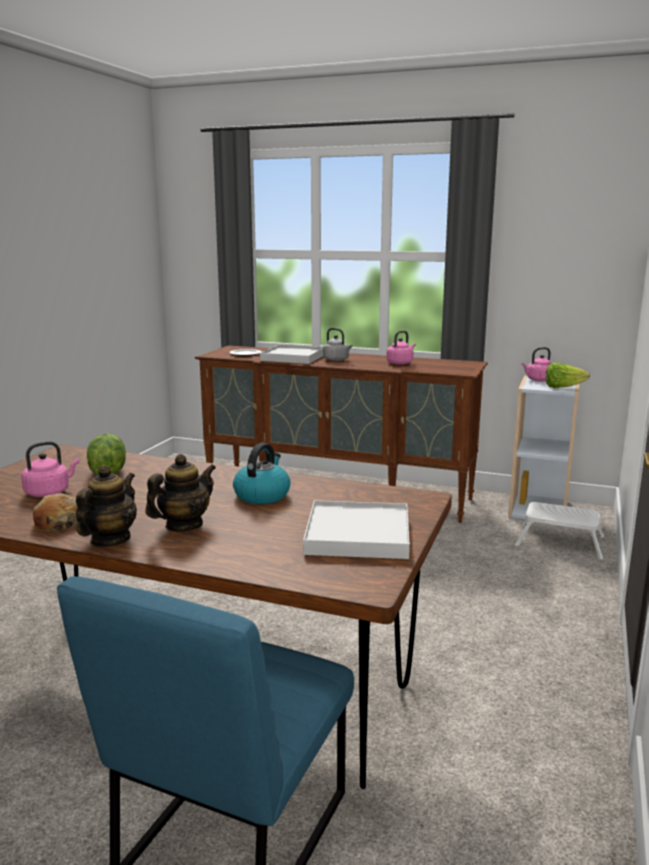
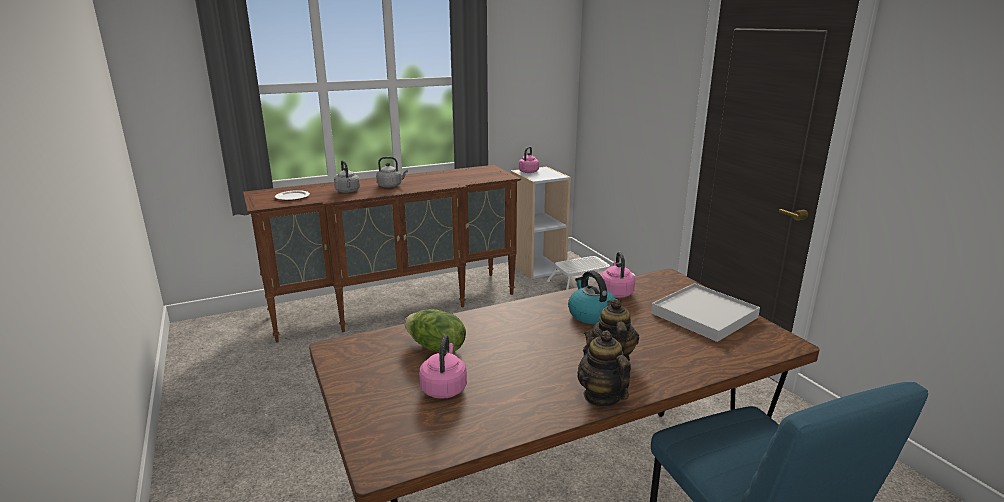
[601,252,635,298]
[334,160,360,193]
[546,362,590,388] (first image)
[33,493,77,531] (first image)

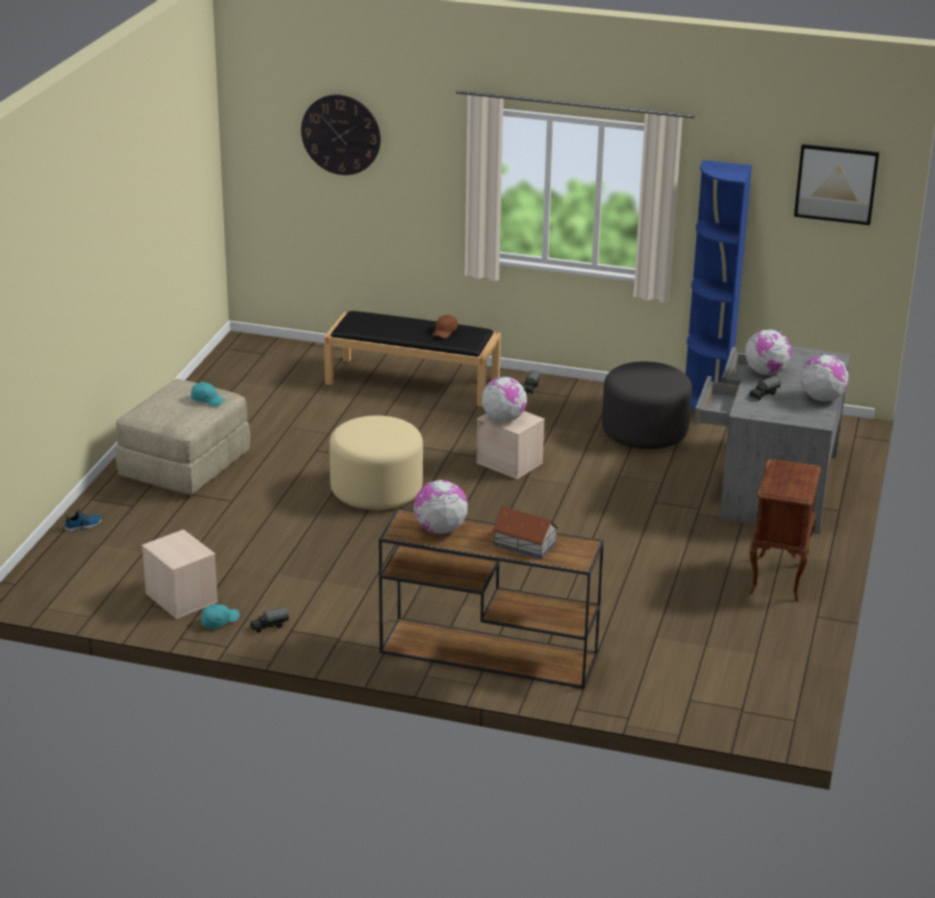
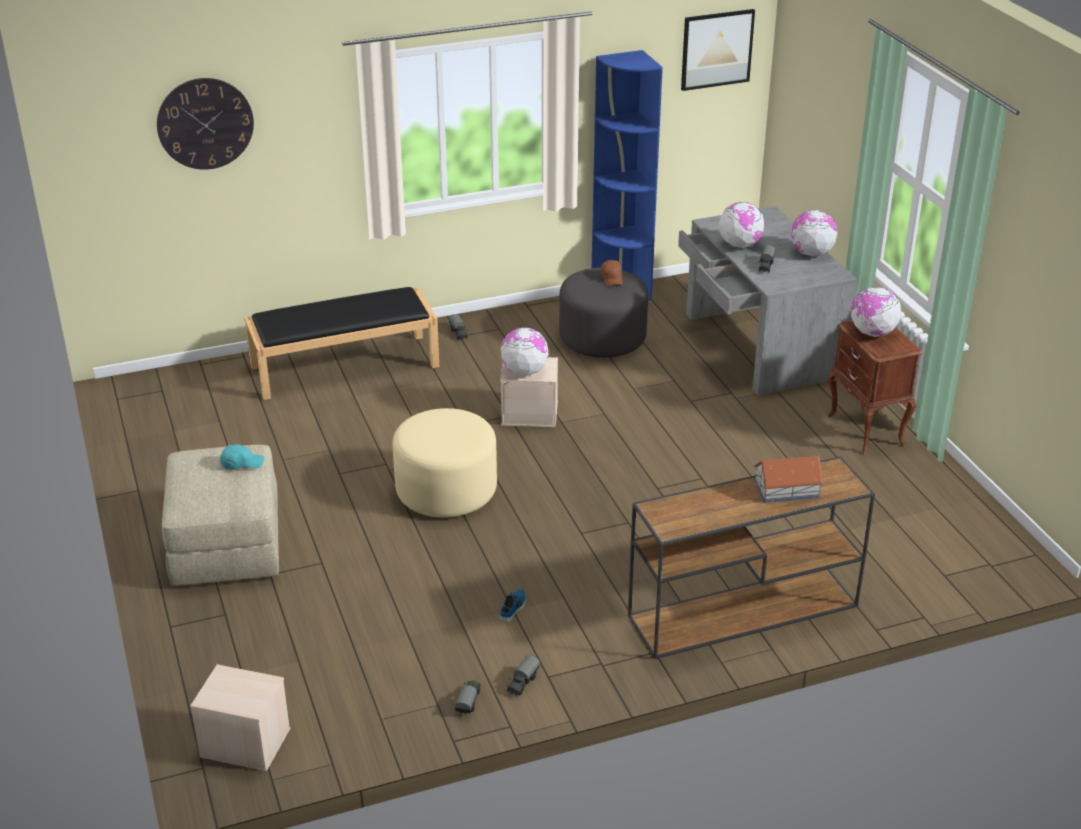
[601,260,623,286]
[851,287,902,337]
[499,589,526,622]
[190,664,290,771]
[455,680,481,714]

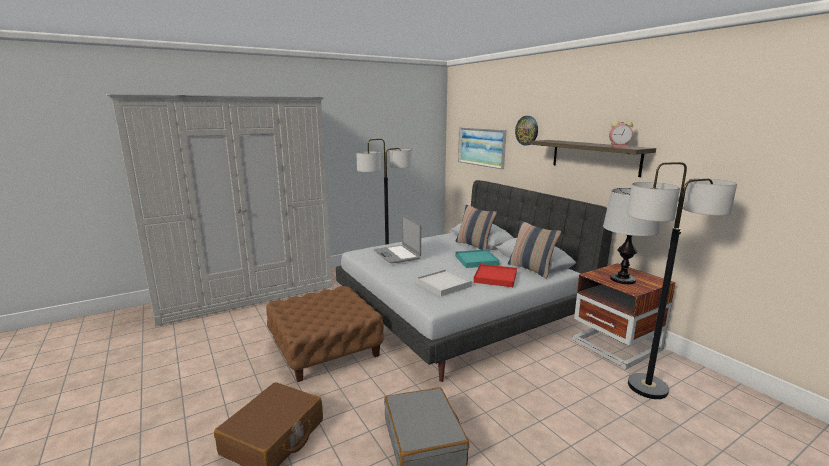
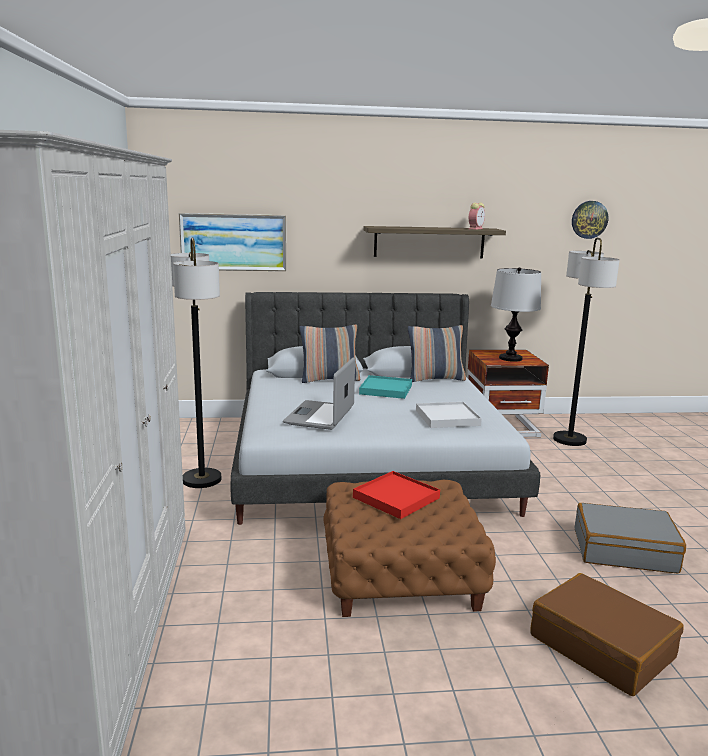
[572,201,609,239]
[283,358,355,430]
[353,471,440,519]

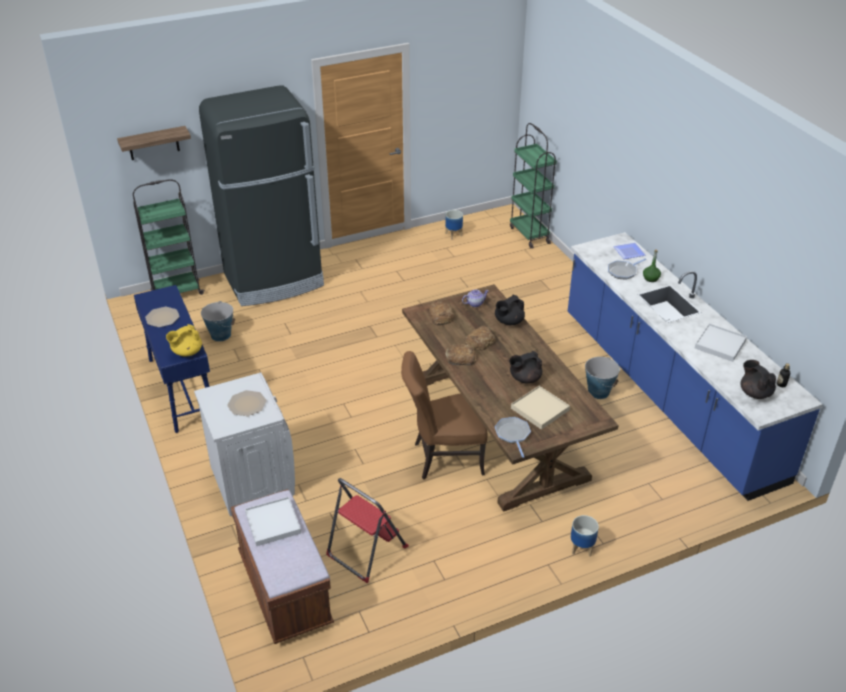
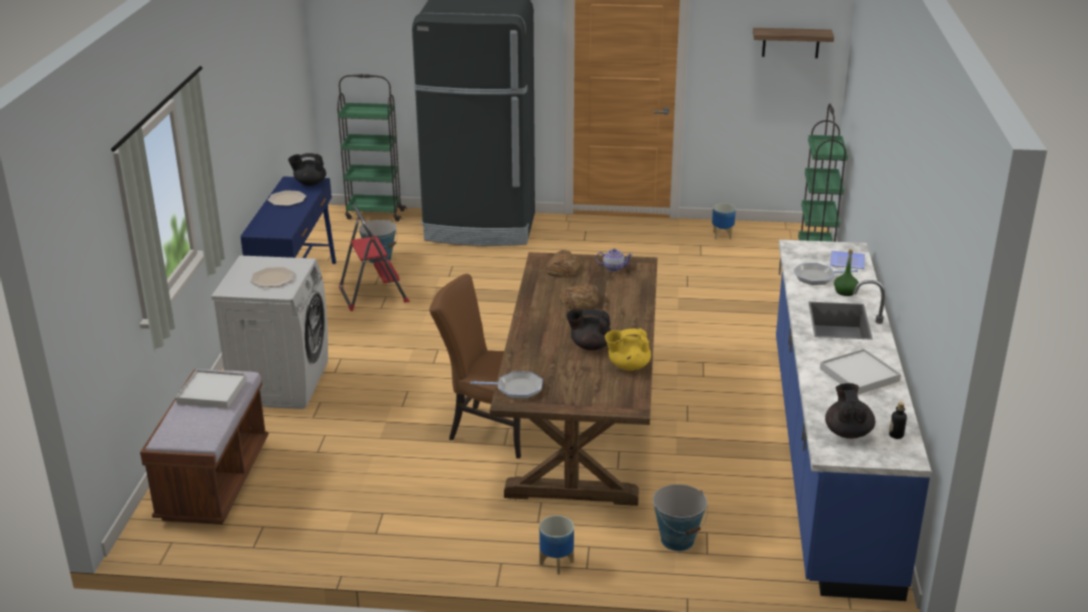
[753,28,834,58]
[288,153,326,186]
[605,328,651,371]
[445,344,477,365] (first image)
[653,484,708,551]
[511,386,570,430] (first image)
[470,371,543,399]
[339,205,410,311]

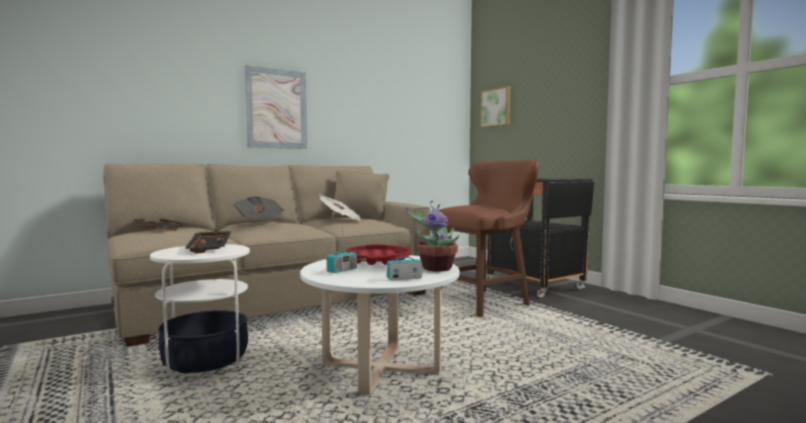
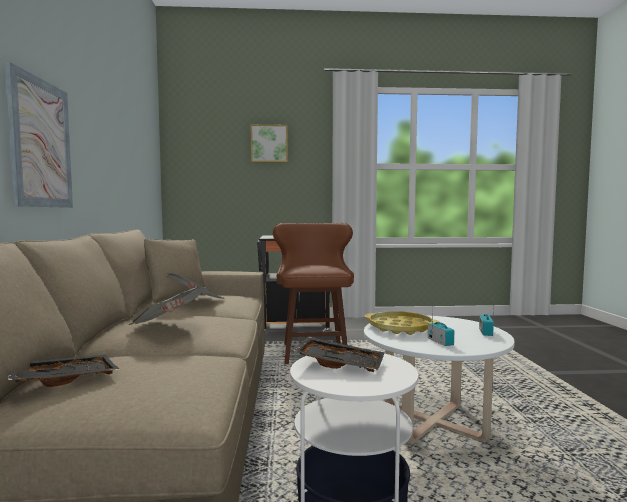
[250,124,288,163]
[405,201,460,272] (first image)
[364,311,440,335]

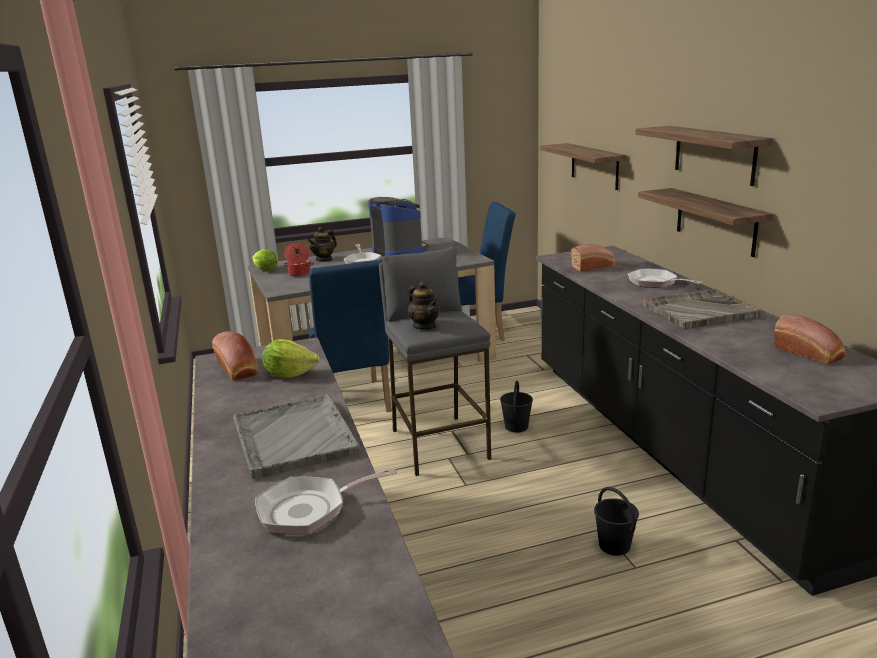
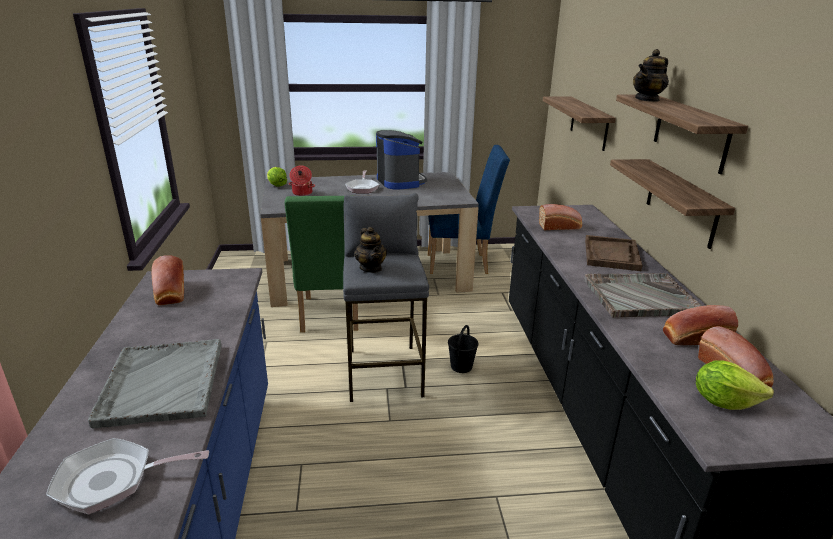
[633,49,669,102]
[285,195,358,332]
[585,235,643,271]
[696,360,774,410]
[594,487,639,556] (first image)
[663,305,738,345]

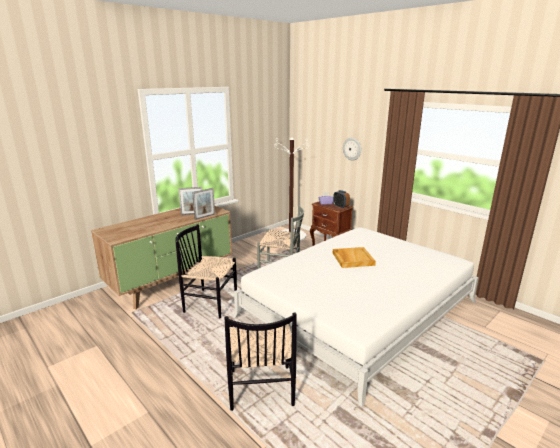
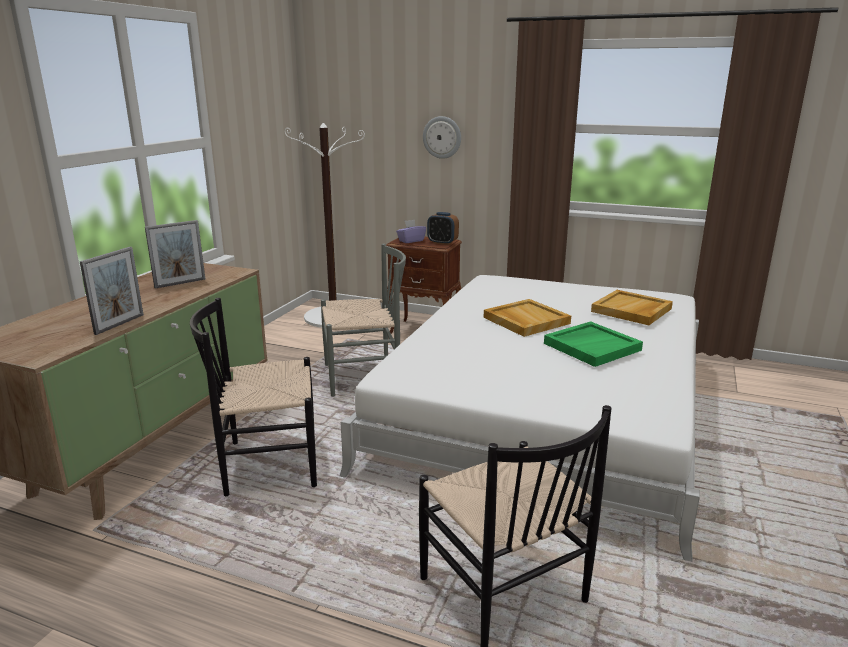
[80,247,144,335]
[591,290,673,325]
[544,321,643,367]

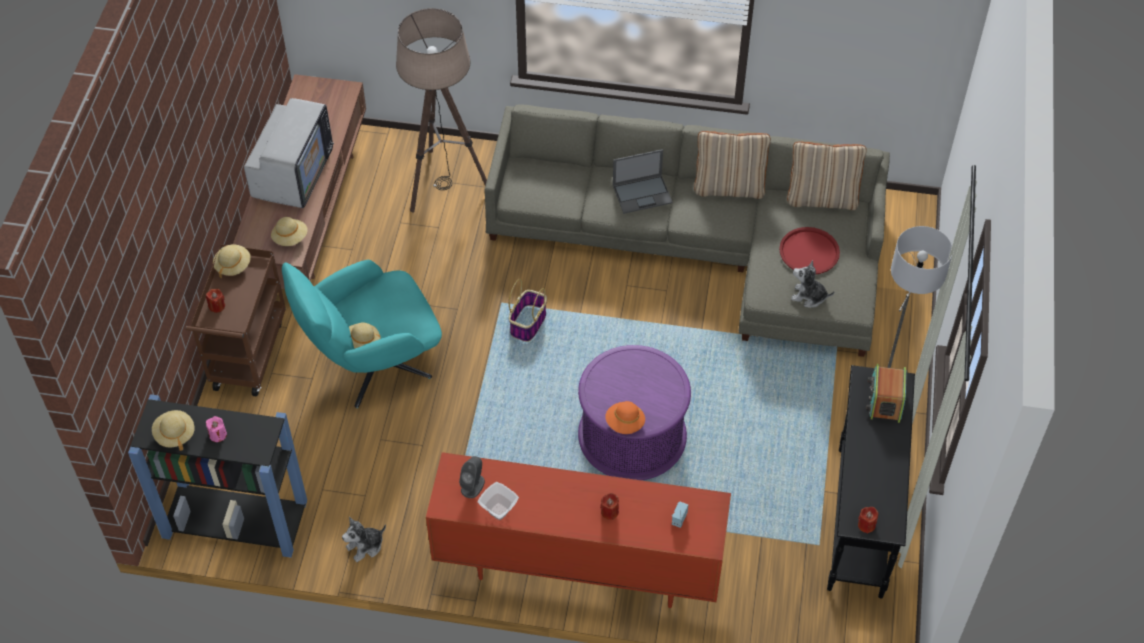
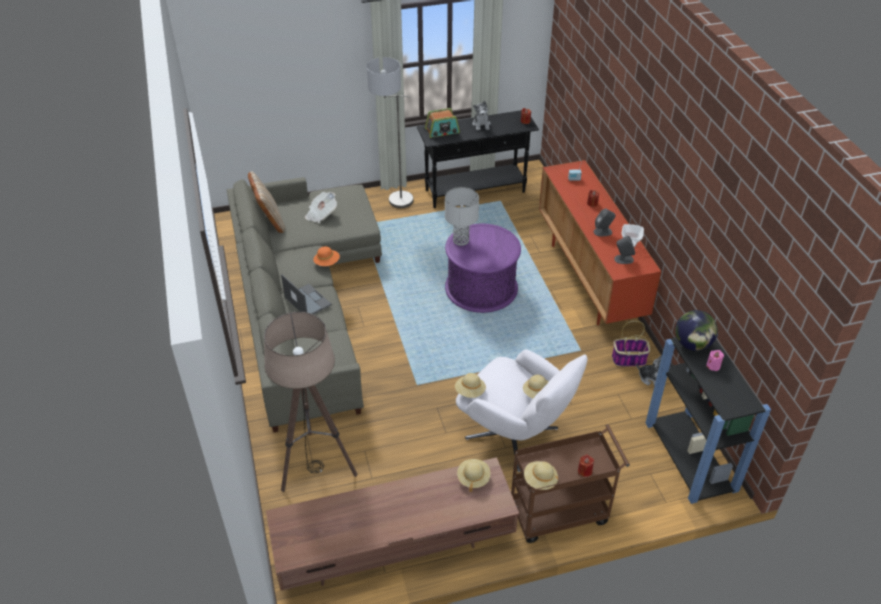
[244,98,334,208] (first image)
[694,131,771,199] (first image)
[305,192,337,223]
[456,349,588,472]
[472,101,491,131]
[612,321,650,367]
[313,246,340,266]
[455,373,486,398]
[445,187,479,246]
[594,209,616,236]
[675,310,718,351]

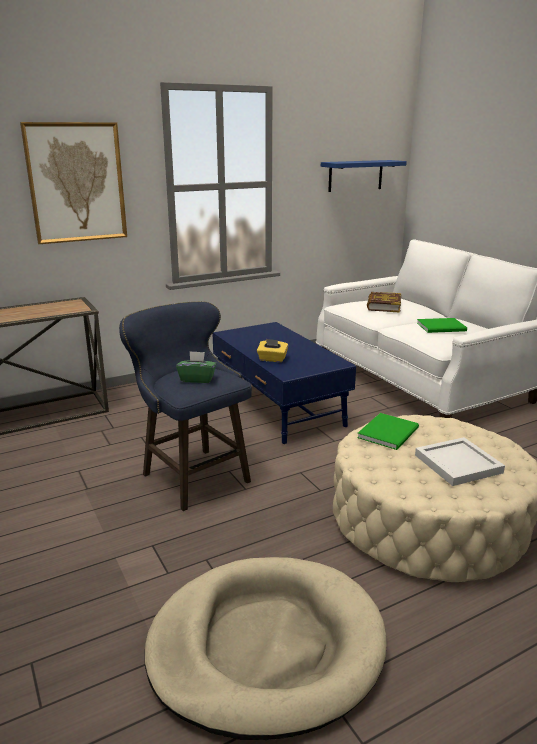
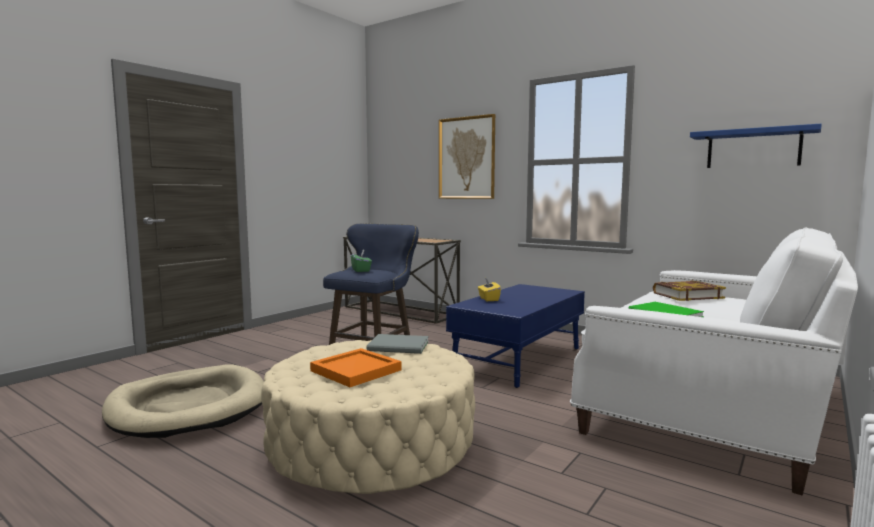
[367,334,429,354]
[310,348,402,387]

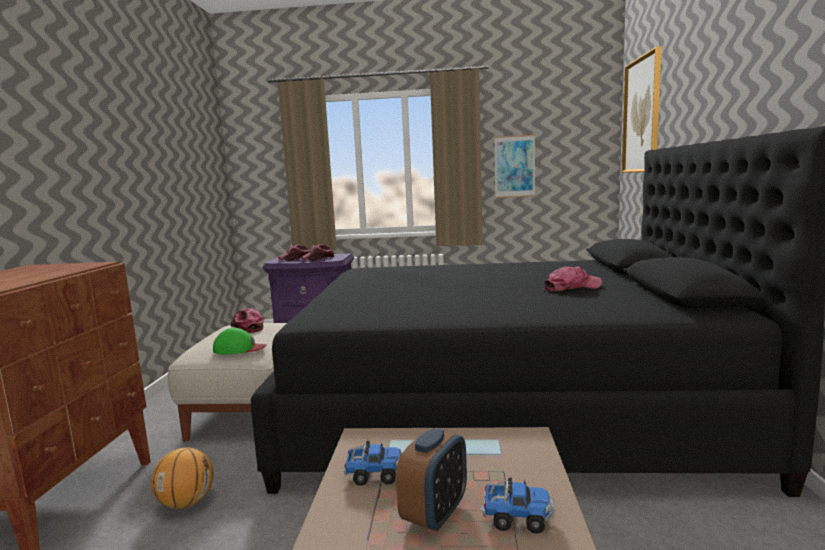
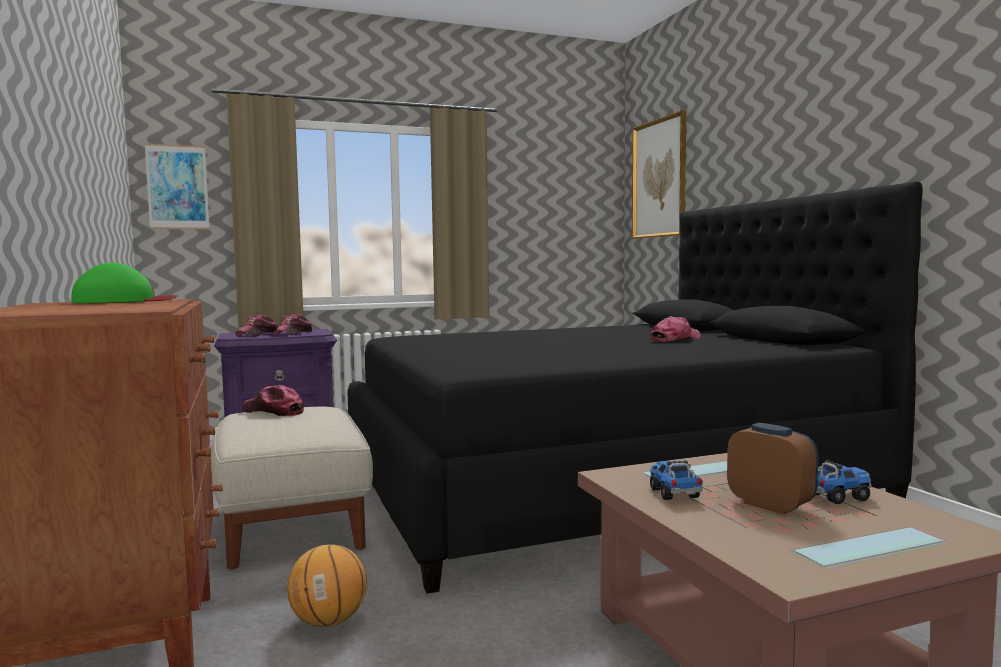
[145,143,210,229]
[71,263,178,304]
[727,423,819,515]
[650,460,703,500]

